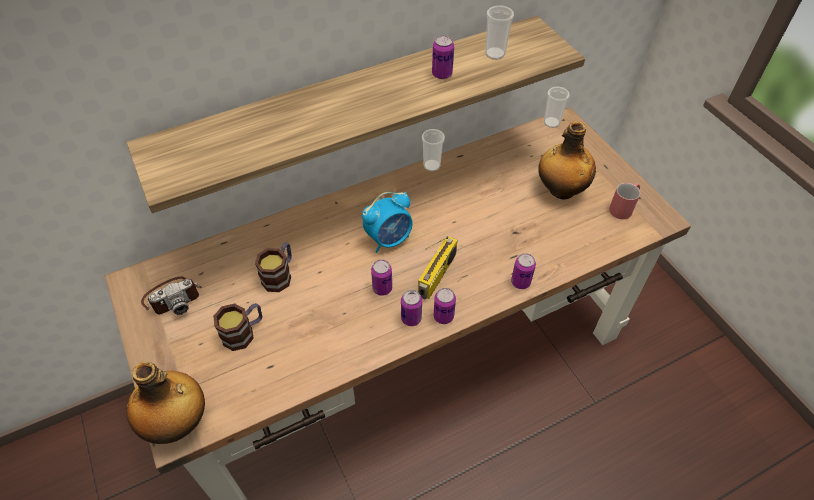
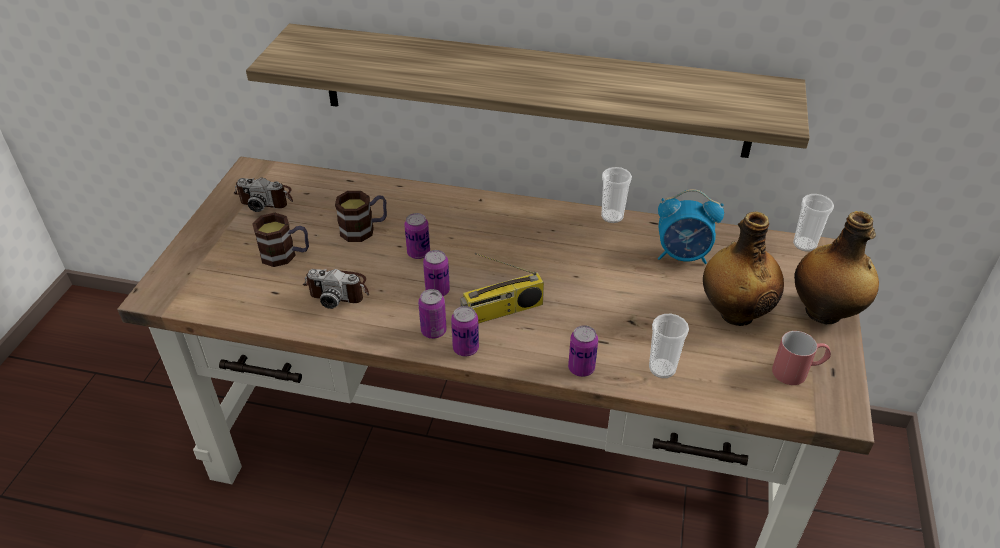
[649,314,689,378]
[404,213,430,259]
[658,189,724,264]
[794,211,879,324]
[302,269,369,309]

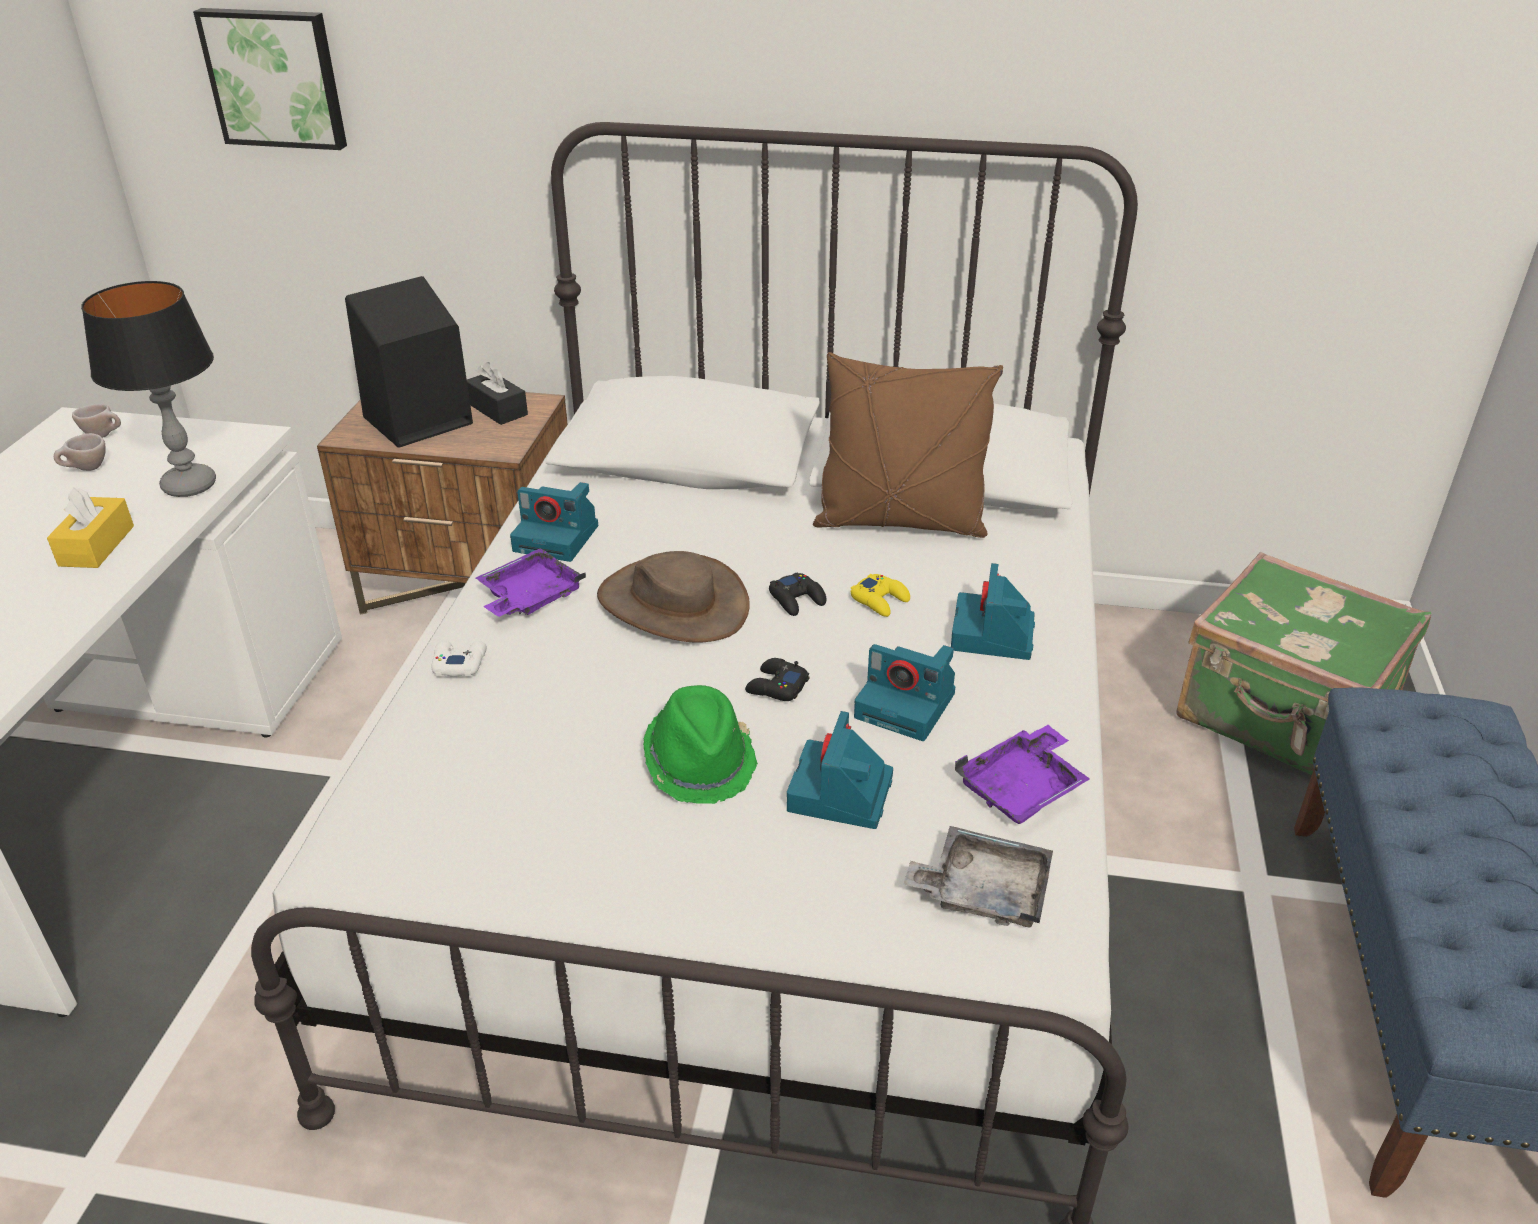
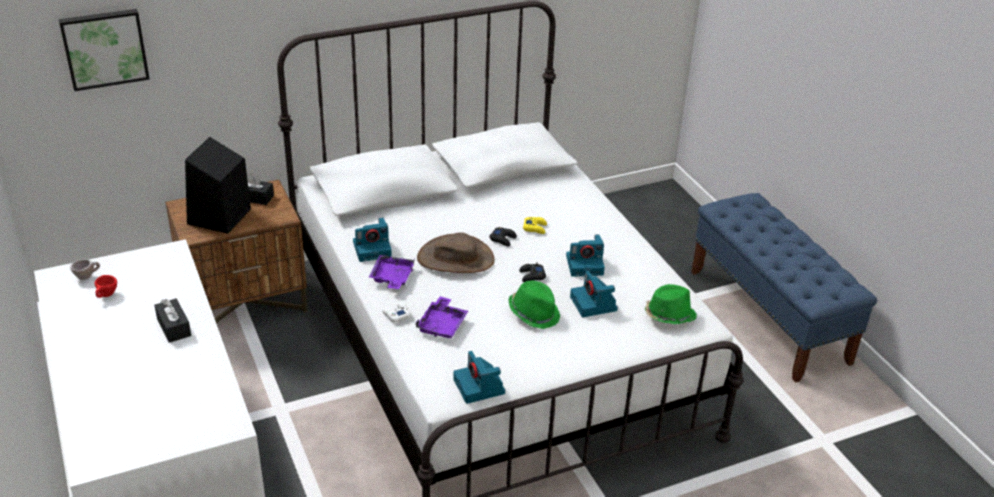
[81,281,216,497] (first image)
[813,352,1003,538] (first image)
[94,275,117,298]
[154,299,191,343]
[1176,552,1431,775] (first image)
[453,351,505,404]
[415,296,468,338]
[645,284,697,325]

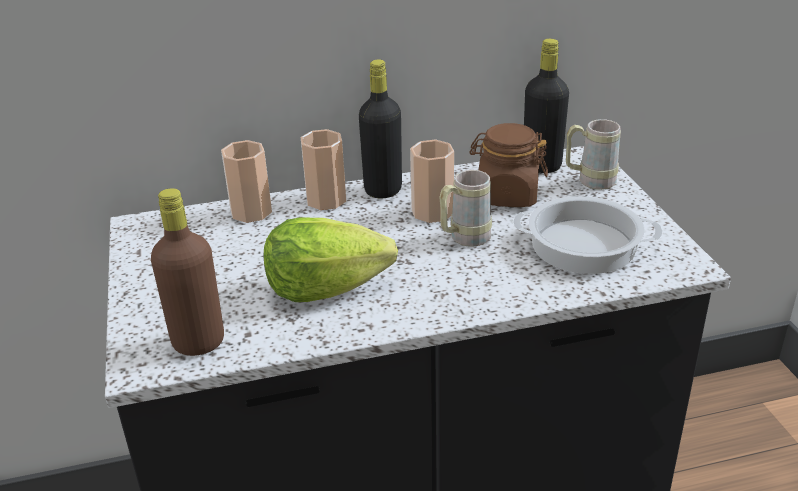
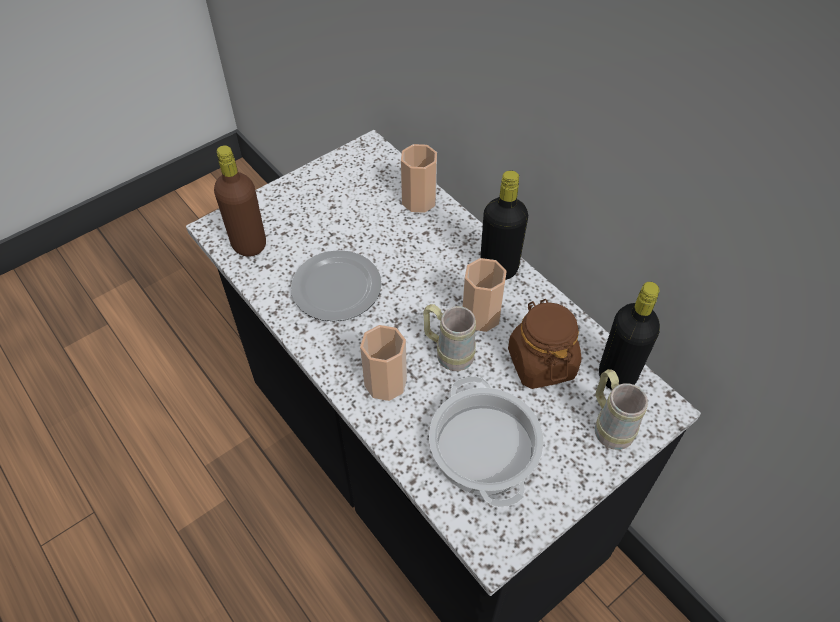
[360,325,407,401]
[291,250,382,322]

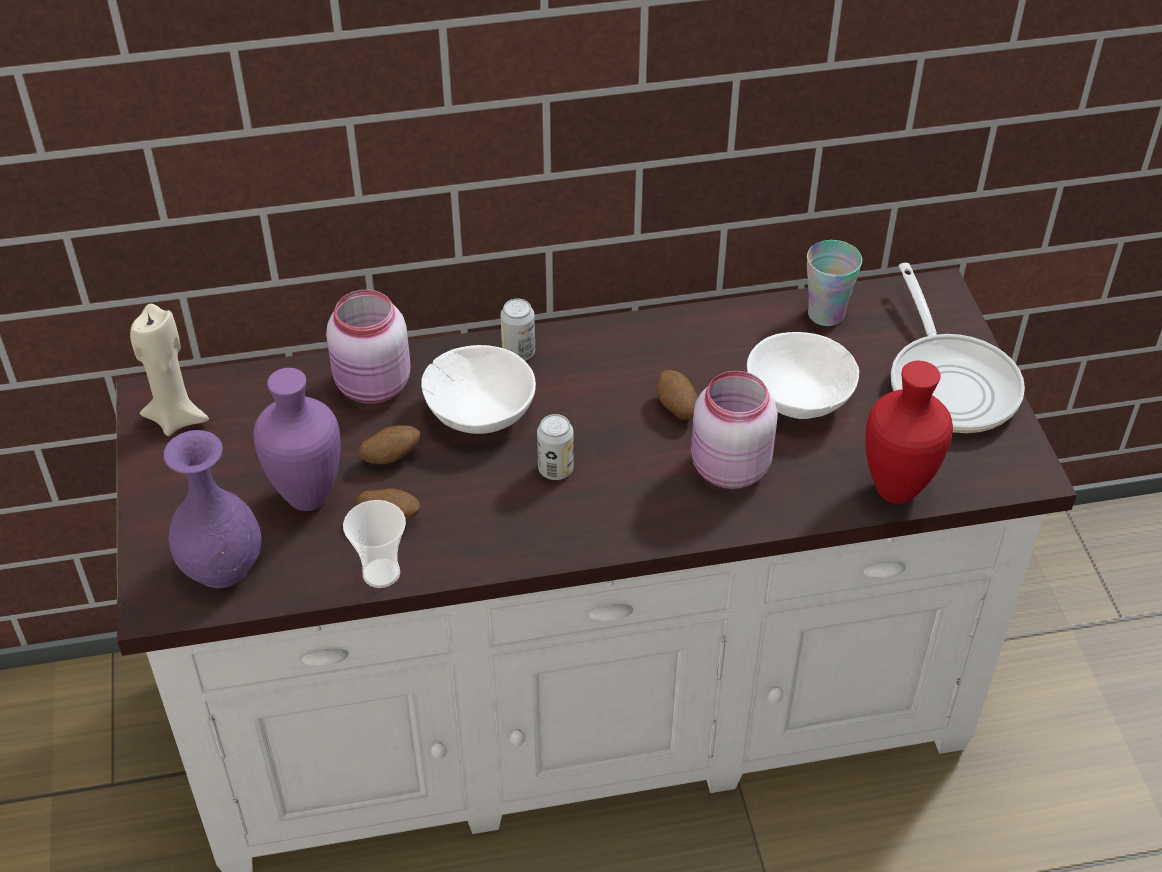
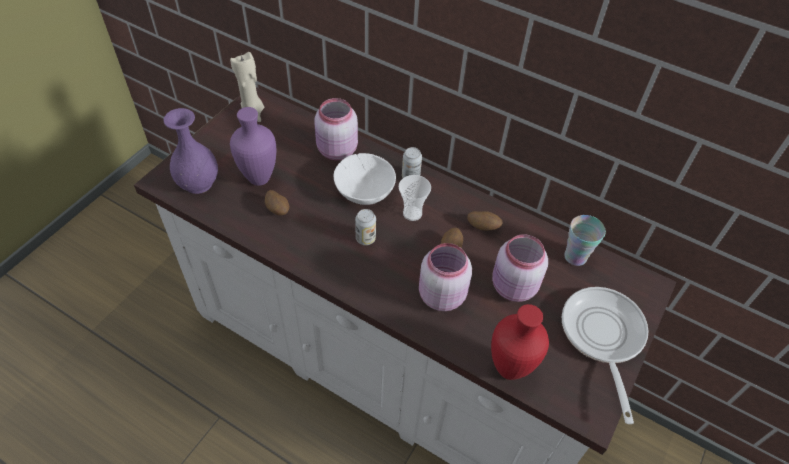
[562,287,649,424]
[492,234,548,302]
[467,211,503,231]
[399,175,431,221]

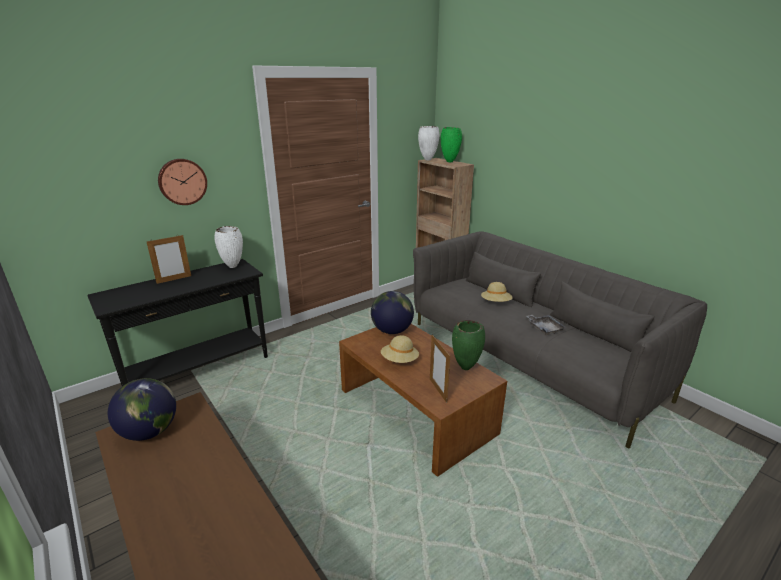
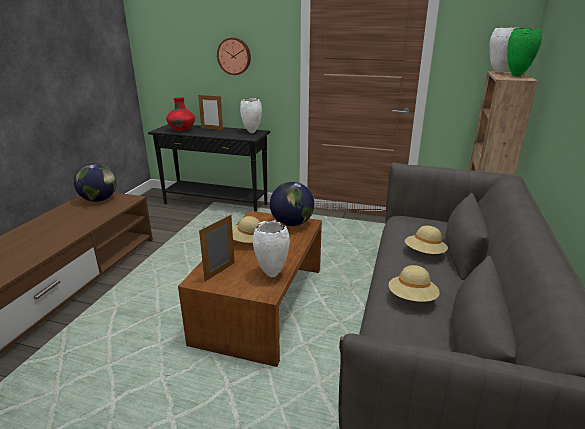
[389,265,439,302]
[253,220,290,277]
[166,97,195,131]

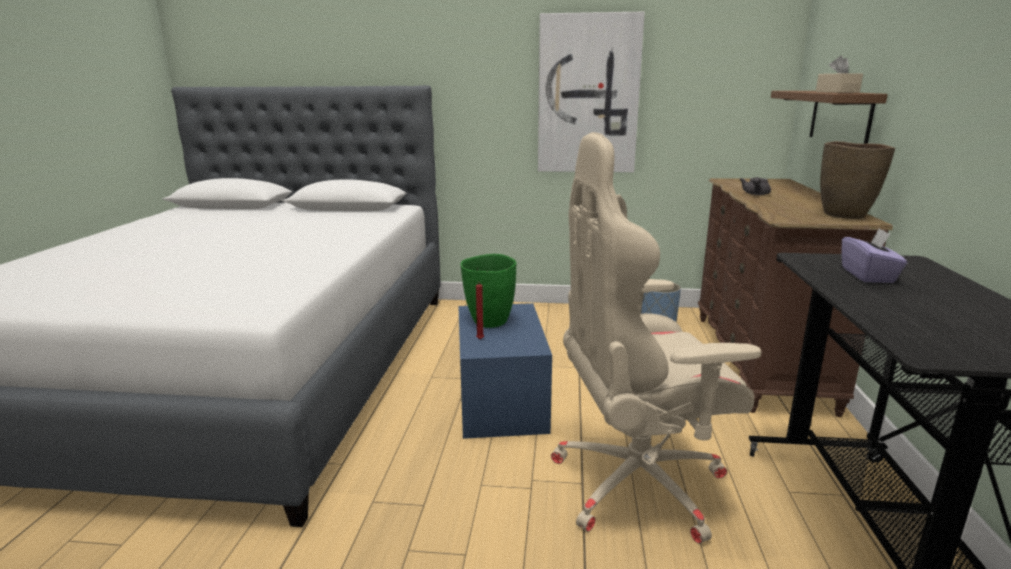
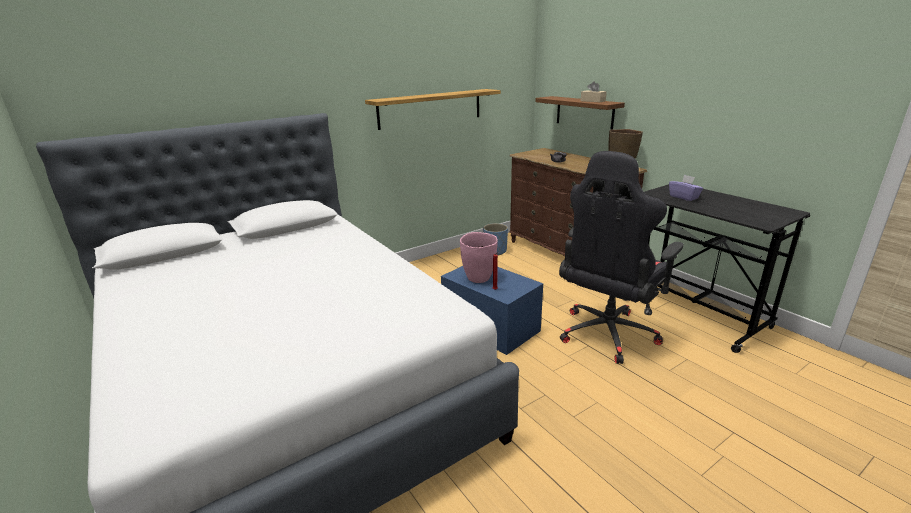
[365,89,501,130]
[559,151,684,364]
[460,232,498,283]

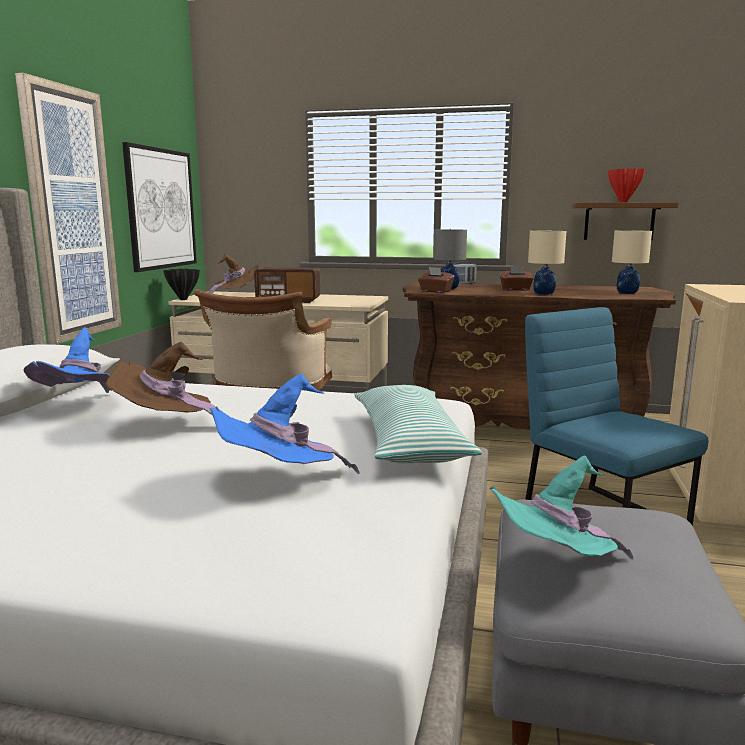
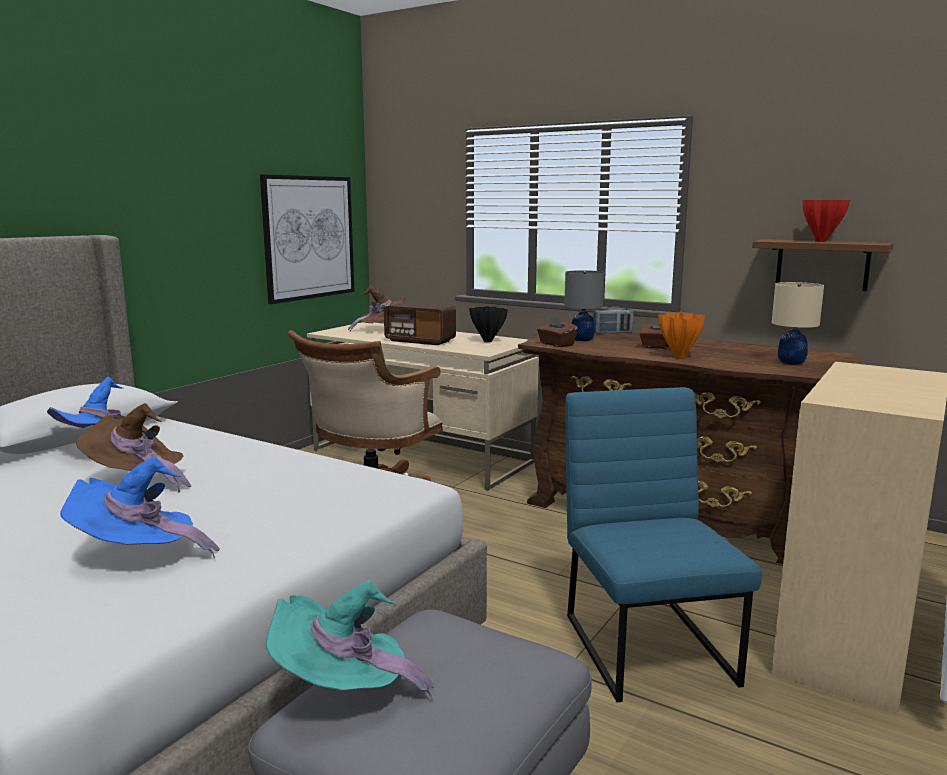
[15,73,122,344] (first image)
[658,312,705,359]
[469,306,508,342]
[354,385,482,463] (first image)

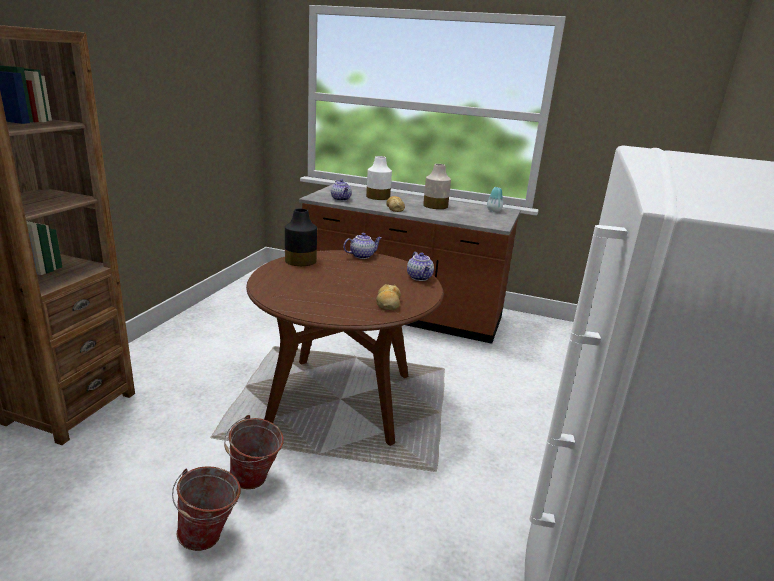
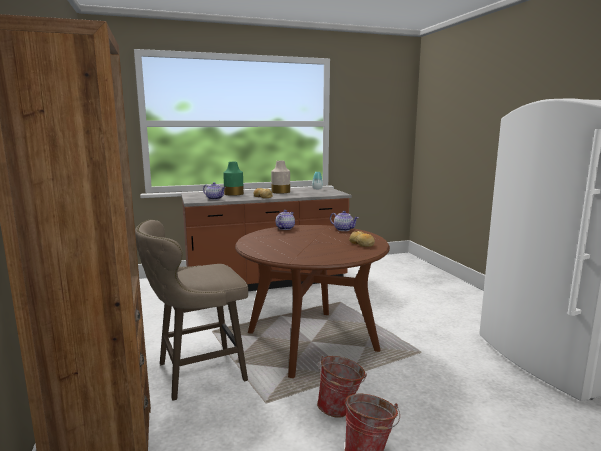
[223,162,244,196]
[285,208,317,266] (first image)
[135,220,248,401]

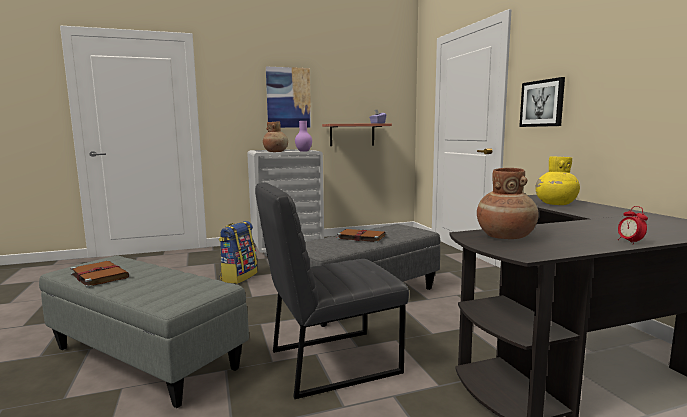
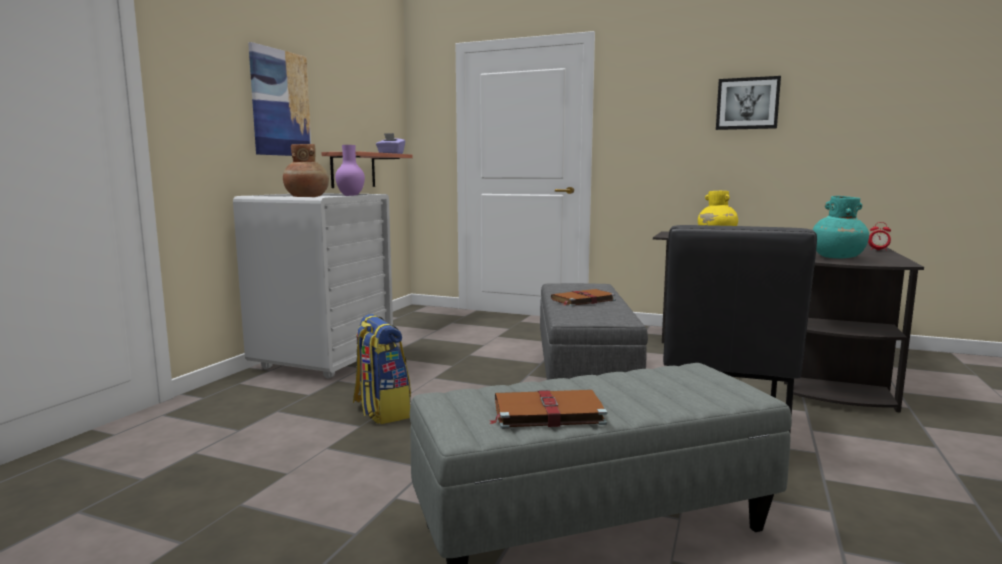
[716,76,781,130]
[812,196,869,258]

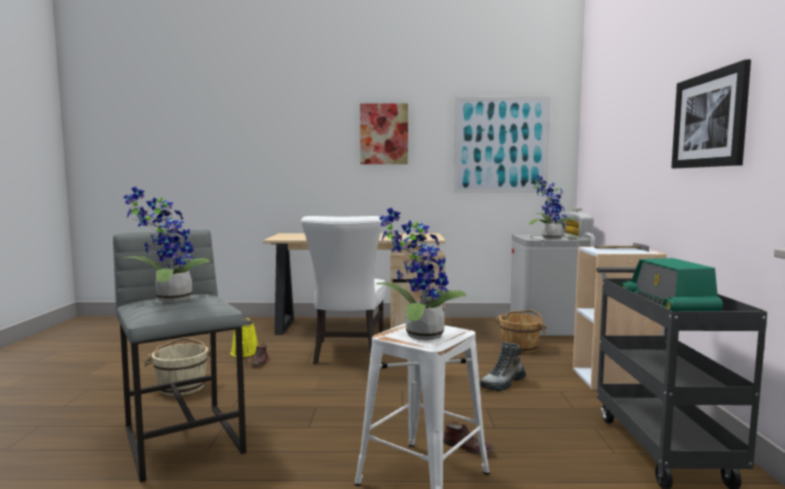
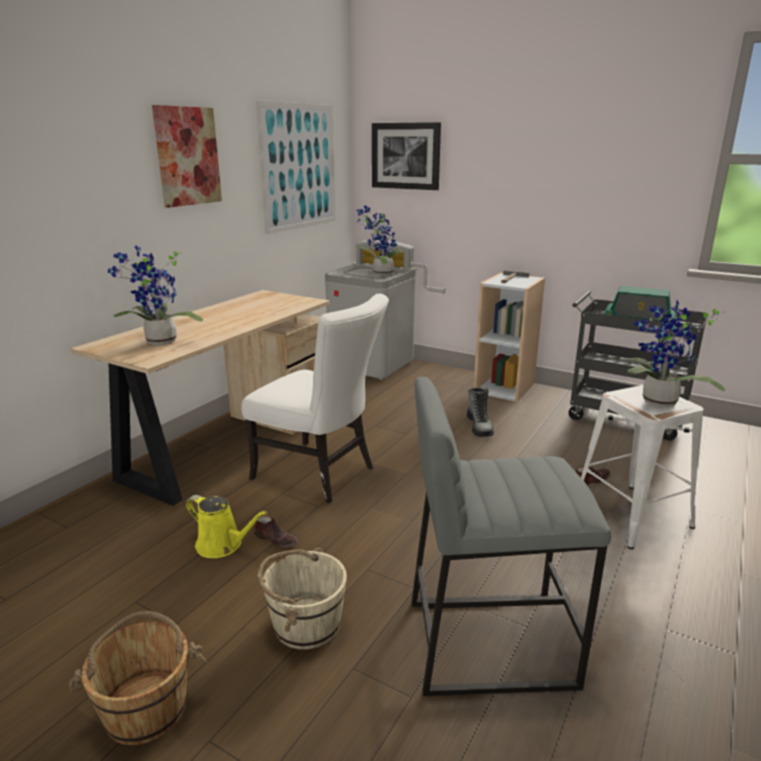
[372,122,441,190]
[108,245,203,345]
[68,611,206,745]

